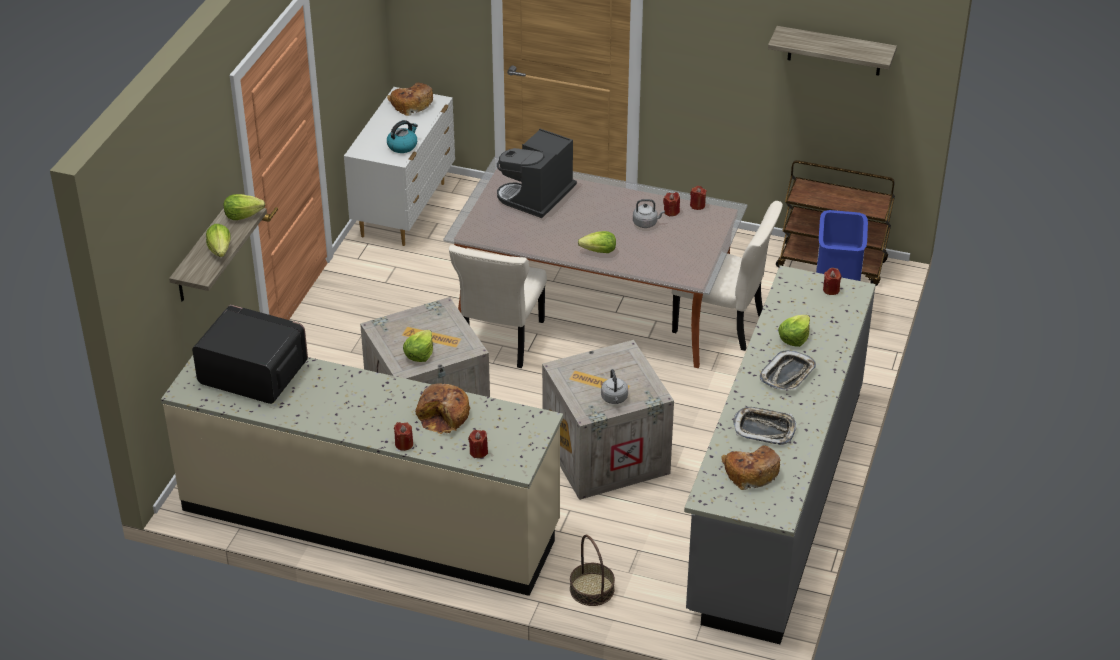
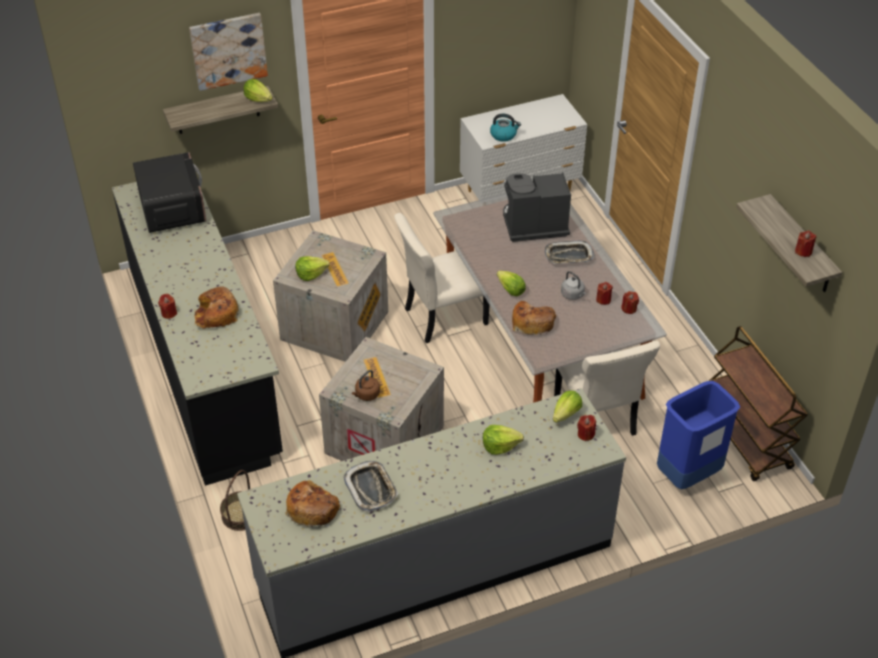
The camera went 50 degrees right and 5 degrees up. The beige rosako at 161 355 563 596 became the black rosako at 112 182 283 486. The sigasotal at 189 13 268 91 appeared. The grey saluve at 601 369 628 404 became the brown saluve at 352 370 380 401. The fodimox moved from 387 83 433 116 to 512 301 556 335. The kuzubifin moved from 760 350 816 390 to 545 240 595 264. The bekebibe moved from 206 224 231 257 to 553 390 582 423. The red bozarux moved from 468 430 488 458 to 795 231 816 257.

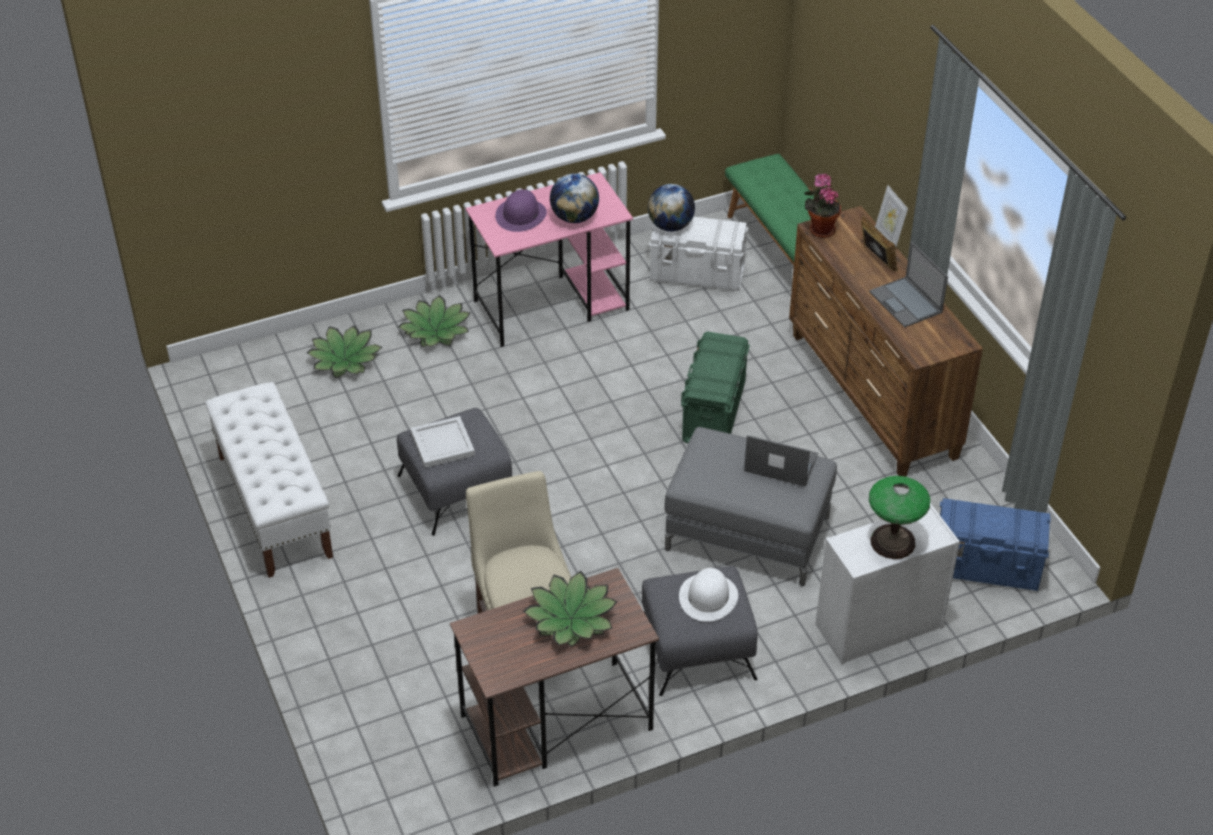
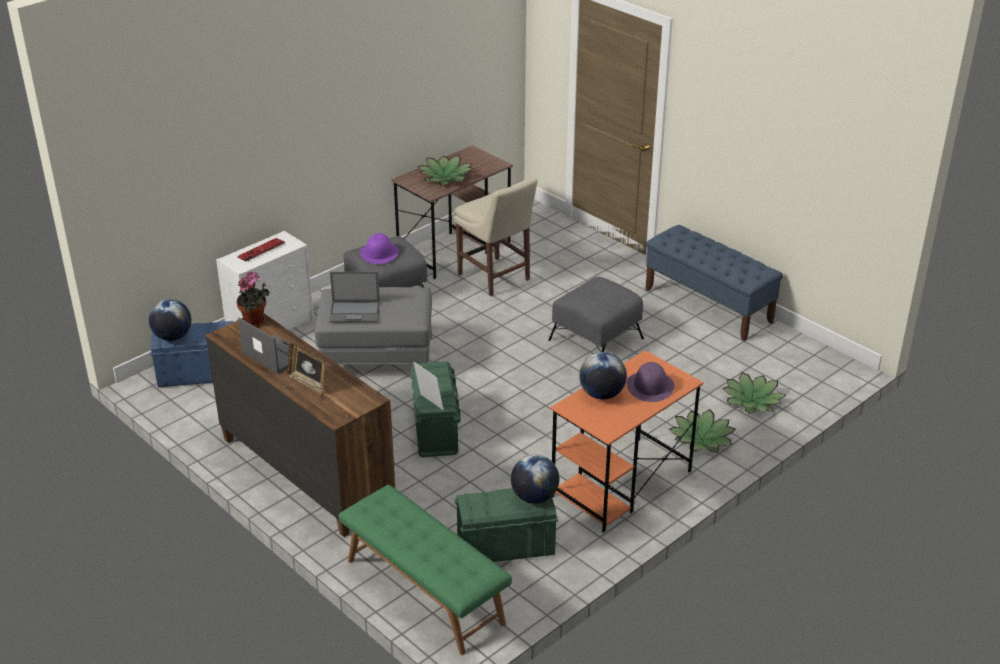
The camera went 160 degrees right and 10 degrees down. The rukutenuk at 149 299 191 341 appeared. The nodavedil at 869 476 930 559 was replaced by the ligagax at 237 238 285 261. The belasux moved from 804 174 841 238 to 237 272 270 327. The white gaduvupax at 679 568 738 622 became the purple gaduvupax at 360 233 399 264. The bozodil moved from 875 185 908 246 to 414 362 444 410. The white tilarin at 649 217 749 291 became the green tilarin at 455 488 558 562. The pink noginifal at 465 172 633 347 became the orange noginifal at 550 350 703 533. The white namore at 205 382 333 578 became the blue namore at 645 225 783 341. The white kuzubifin at 410 416 475 468 disappeared.

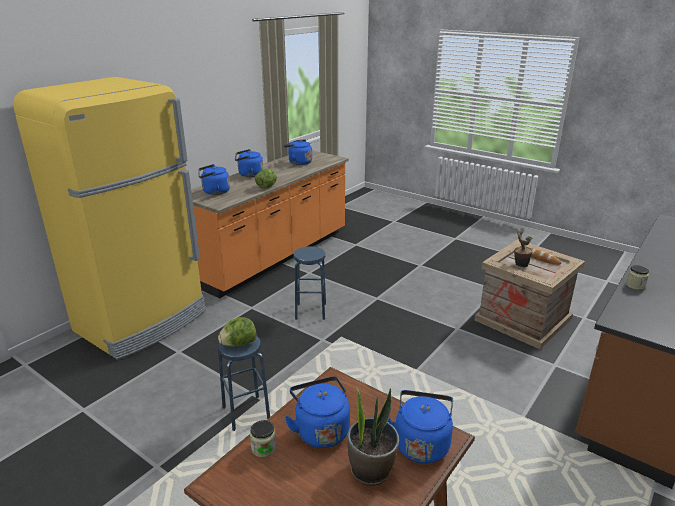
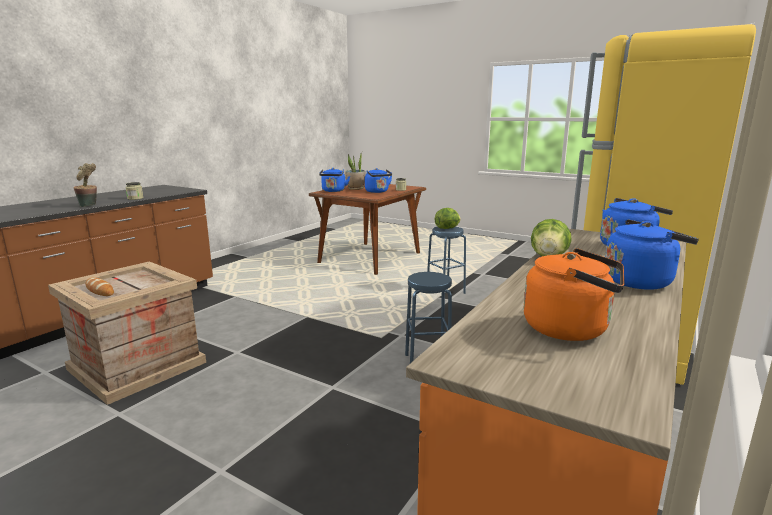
The camera went 175 degrees right and 10 degrees down. The belasux moved from 514 230 533 268 to 73 163 97 207. The blue saluve at 284 139 312 165 became the orange saluve at 523 248 624 341.

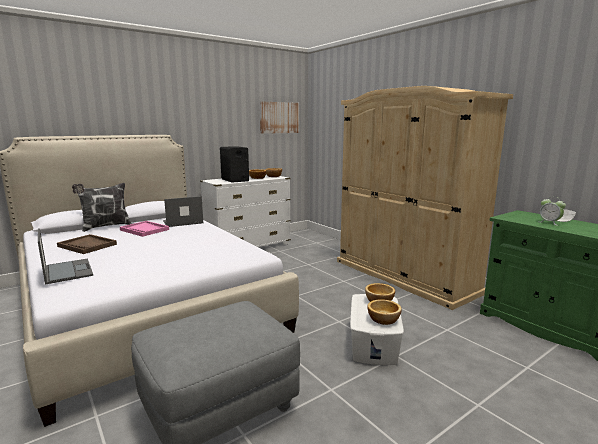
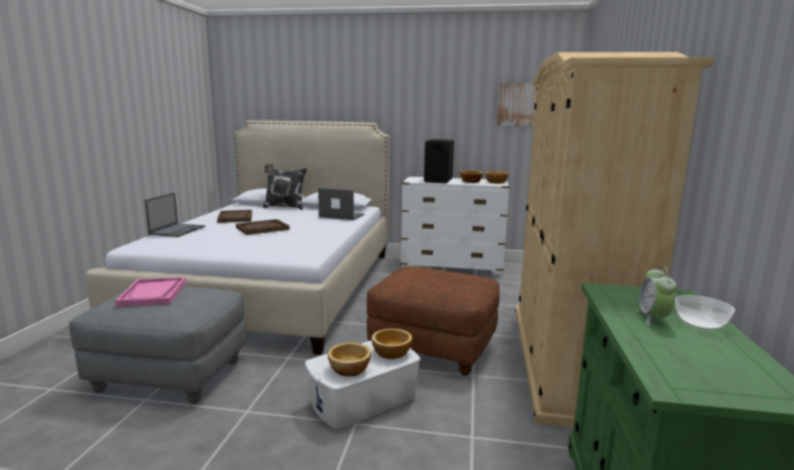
The camera went 45 degrees right and 0 degrees up. The pink kuzubifin moved from 120 221 169 237 to 115 277 186 307. The brown kuzubifin at 236 219 290 235 appeared. The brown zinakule at 367 266 500 376 appeared.

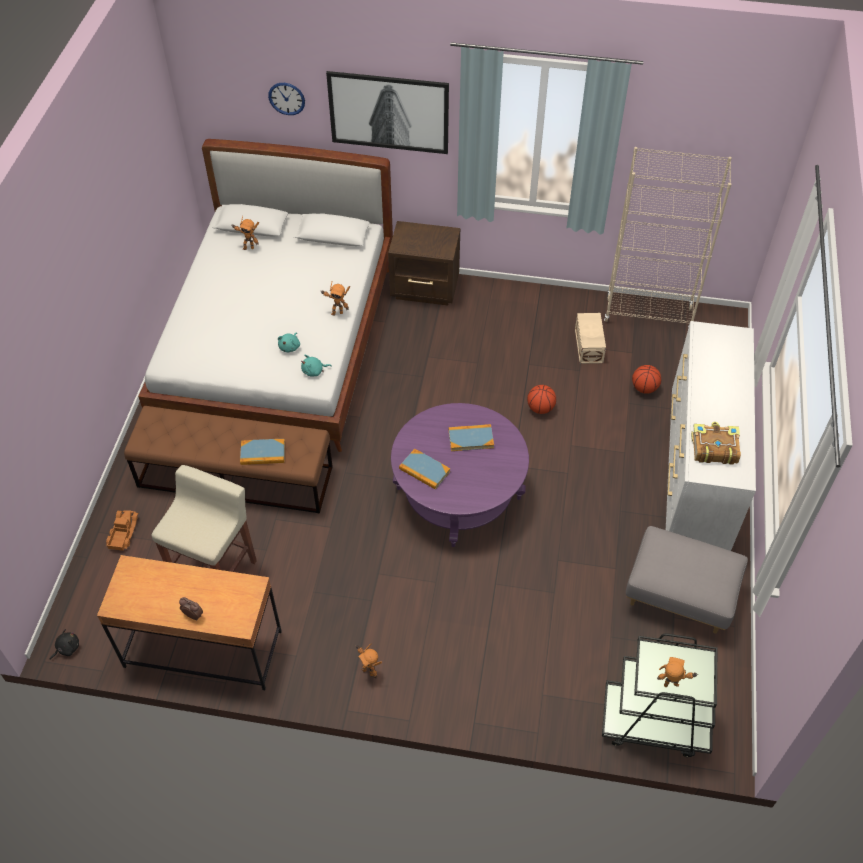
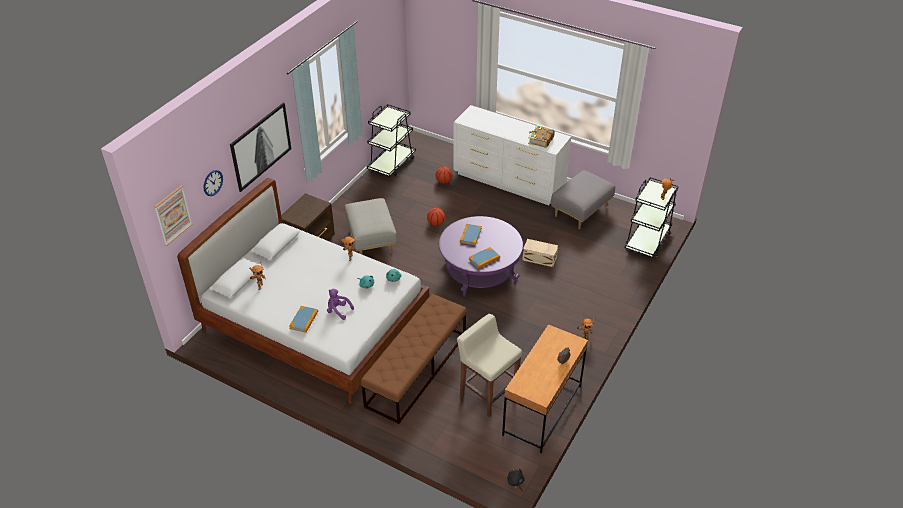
The camera went 70 degrees left and 10 degrees down. The sigasotal at 154 185 193 246 appeared. The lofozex moved from 240 439 285 465 to 289 306 318 333. The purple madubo at 327 289 354 320 appeared. The grey zinakule at 345 198 397 254 appeared. The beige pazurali at 604 147 732 328 was replaced by the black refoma at 367 104 416 177. The beige tilarin moved from 575 313 606 364 to 523 239 558 267. The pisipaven at 106 510 139 551 disappeared.

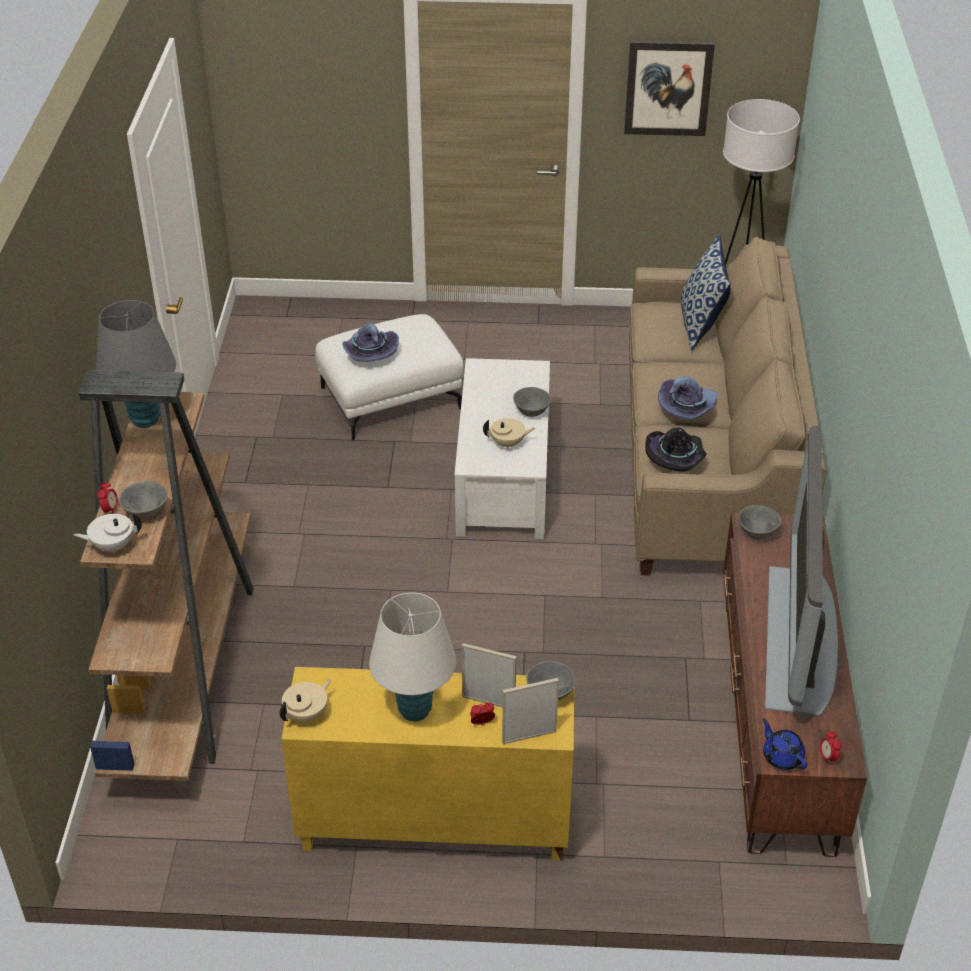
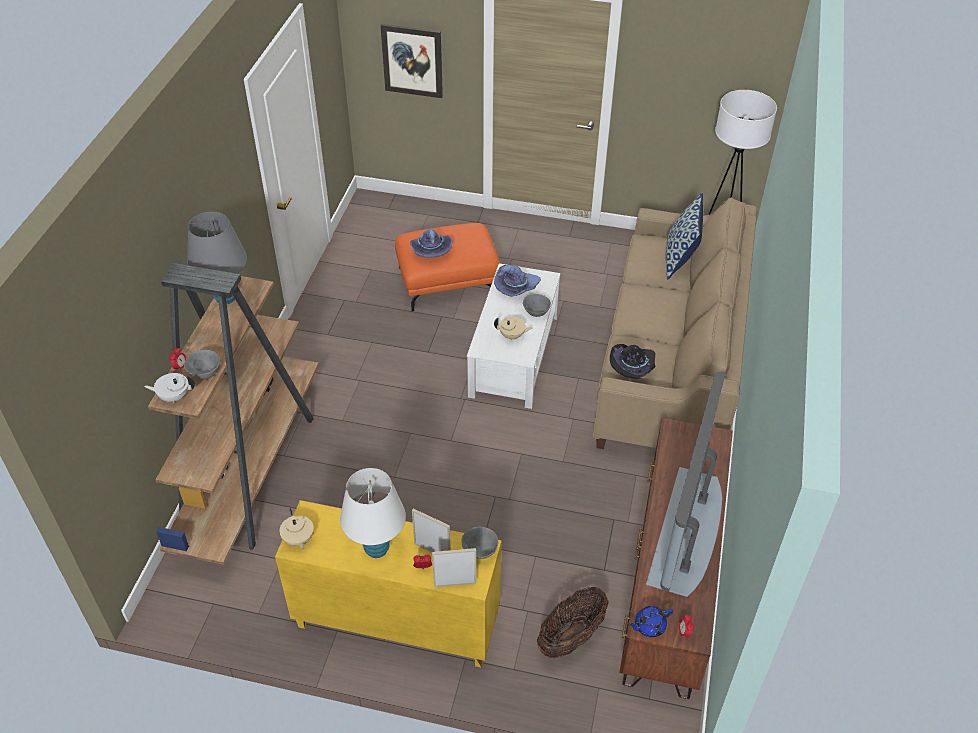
The camera went 10 degrees right and 5 degrees up. The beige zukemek at 280 679 331 722 turned 105 degrees clockwise. The sigasotal moved from 624 41 715 136 to 381 24 443 98. The white zinakule at 315 314 464 440 became the orange zinakule at 395 223 499 312. The purple gaduvupax moved from 658 377 717 420 to 494 265 541 297. The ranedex at 537 587 609 658 appeared. The blue zukemek at 762 718 807 770 turned 90 degrees counterclockwise. The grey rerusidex at 738 505 781 540 disappeared.

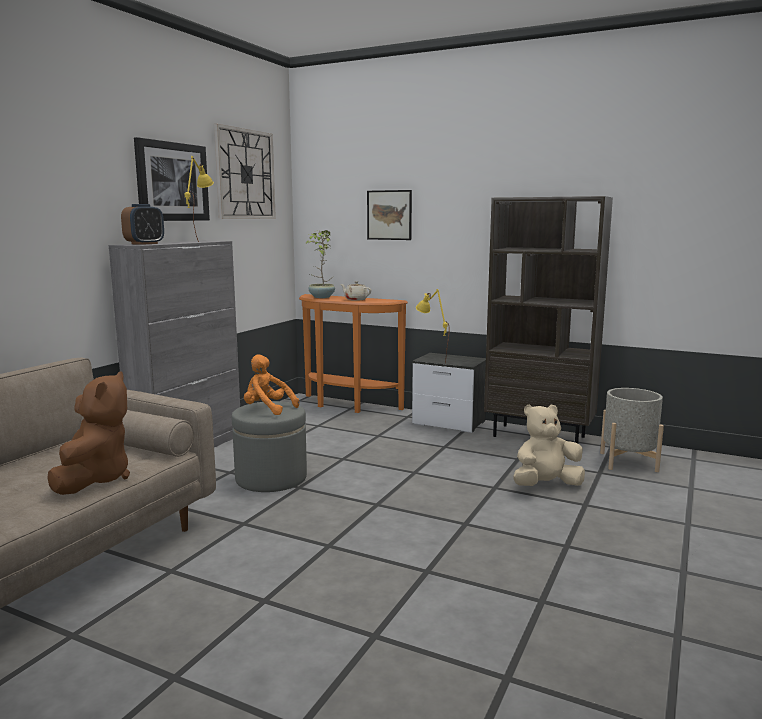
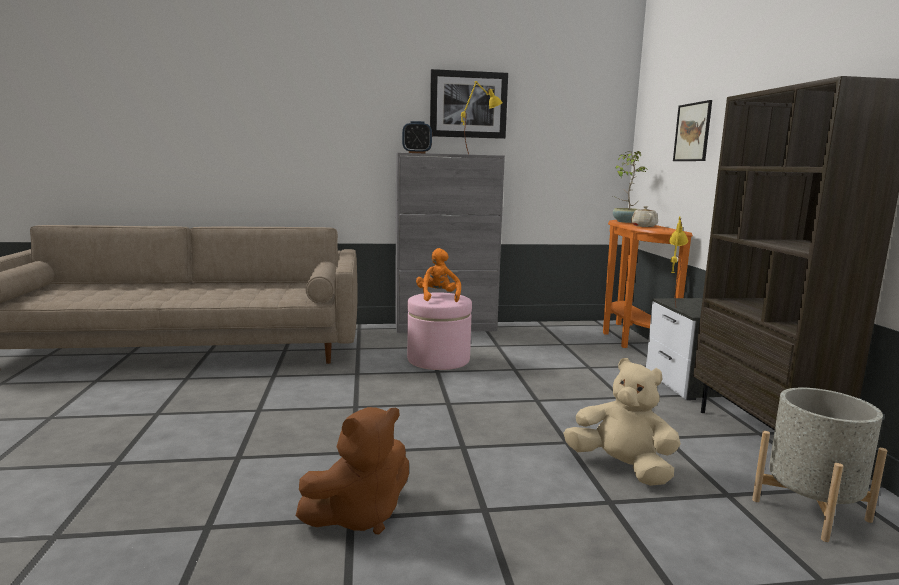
The camera went 55 degrees right and 0 degrees up. The brown madubo moved from 47 372 130 495 to 296 407 409 534. The grey zinakule at 232 401 307 492 became the pink zinakule at 407 292 472 370. The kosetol at 214 124 276 219 disappeared.

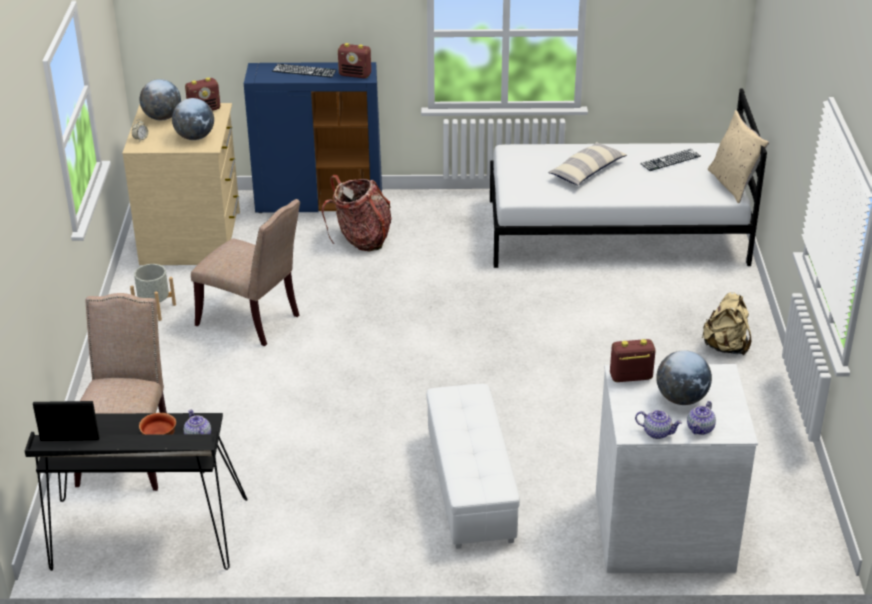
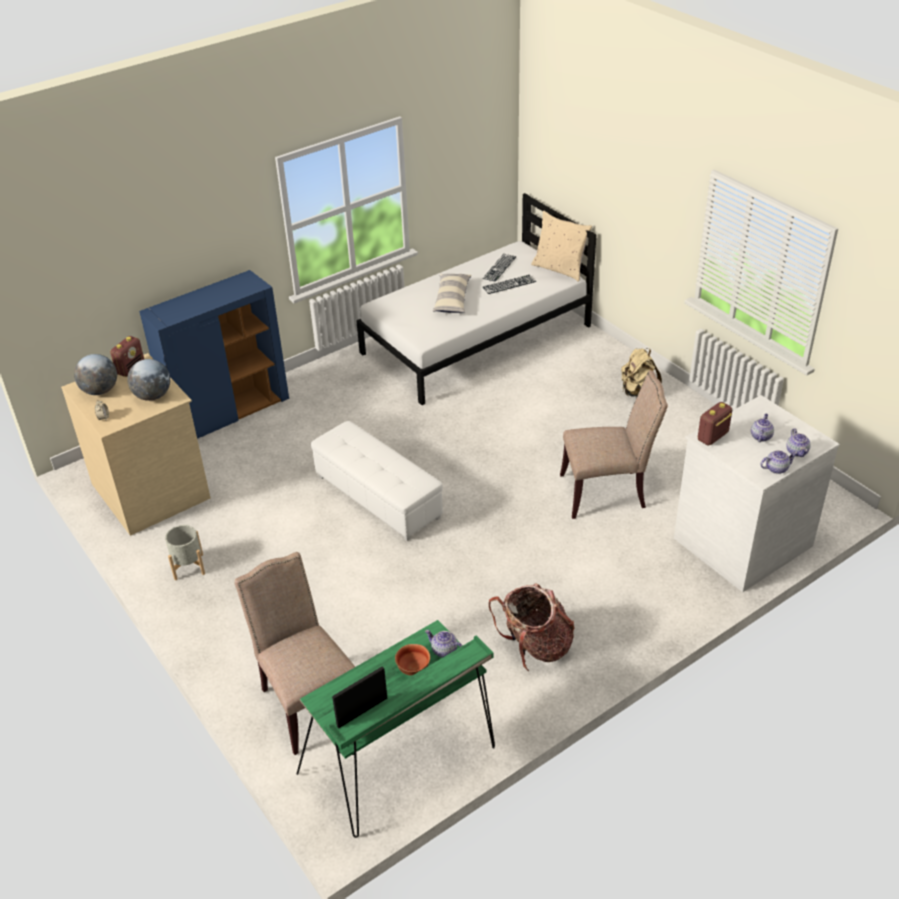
The camera went 35 degrees left and 5 degrees up. The black noginifal at 25 413 248 571 became the green noginifal at 297 620 495 838. The white zinakule moved from 426 384 520 549 to 311 421 443 541. The ligagax moved from 272 64 337 78 to 483 275 536 294. The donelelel moved from 322 175 392 251 to 489 583 575 672. The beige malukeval moved from 191 199 300 346 to 560 370 668 519. The rukutenuk at 656 350 712 405 was replaced by the zukemek at 751 414 774 442. The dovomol at 338 43 371 78 disappeared.

